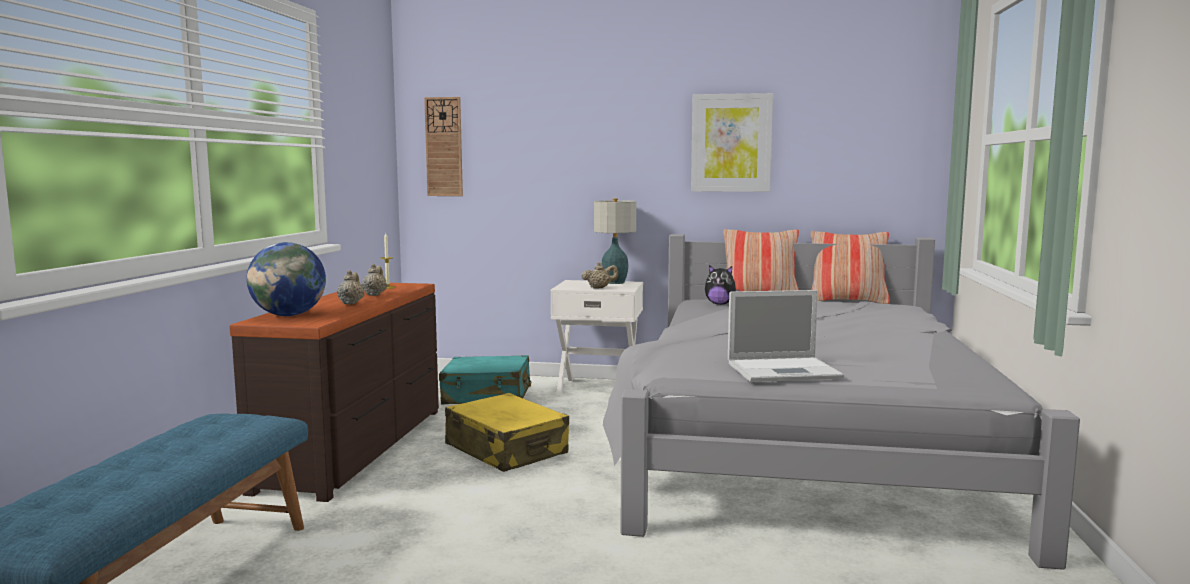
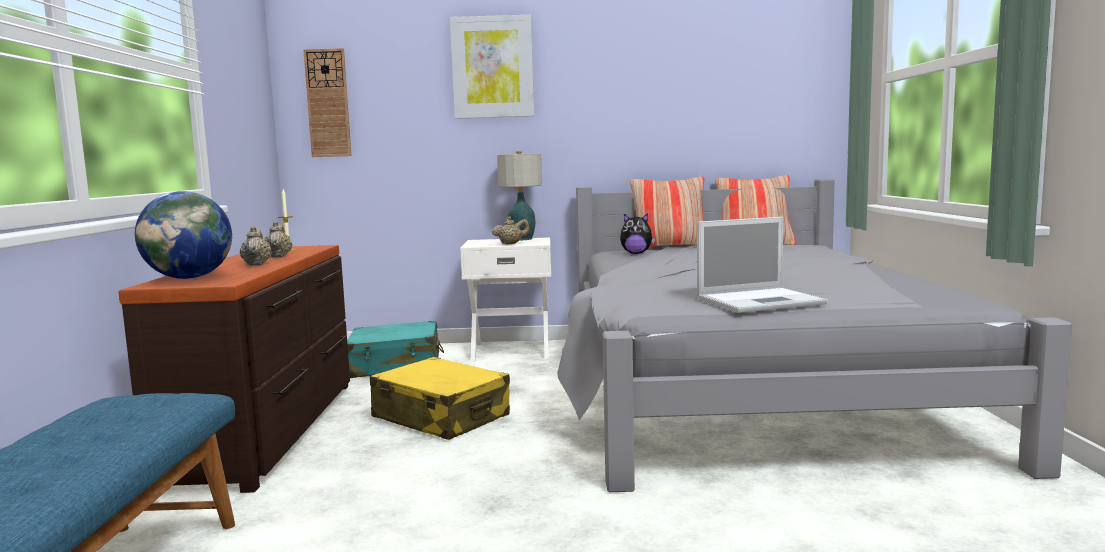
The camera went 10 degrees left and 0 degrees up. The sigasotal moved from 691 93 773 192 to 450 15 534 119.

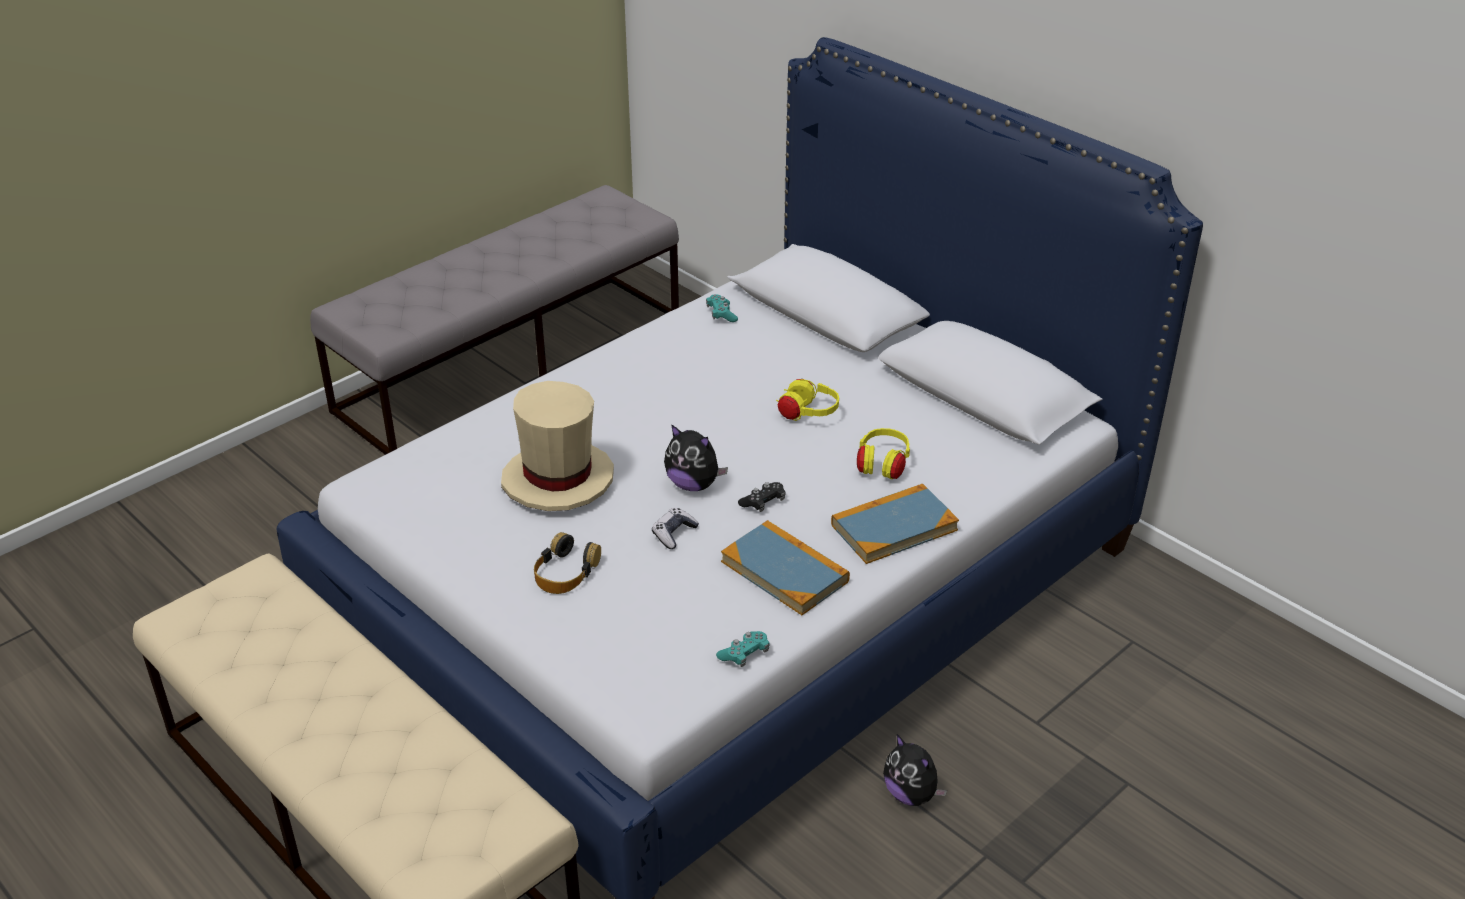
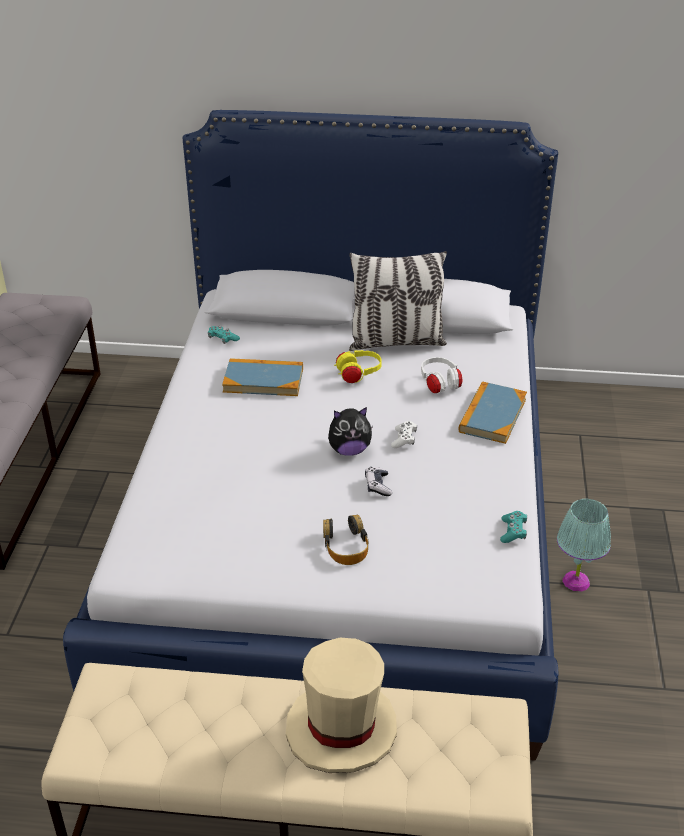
The camera went 40 degrees left and 0 degrees up. The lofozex moved from 721 520 850 615 to 222 358 303 396. The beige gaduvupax moved from 501 381 614 511 to 286 638 397 773. The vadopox at 349 251 447 351 appeared. The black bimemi at 738 482 785 512 became the white bimemi at 391 421 417 448. The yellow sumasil at 857 428 910 479 became the white sumasil at 421 357 462 394. The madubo at 883 734 947 806 was replaced by the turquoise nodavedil at 557 499 611 592.

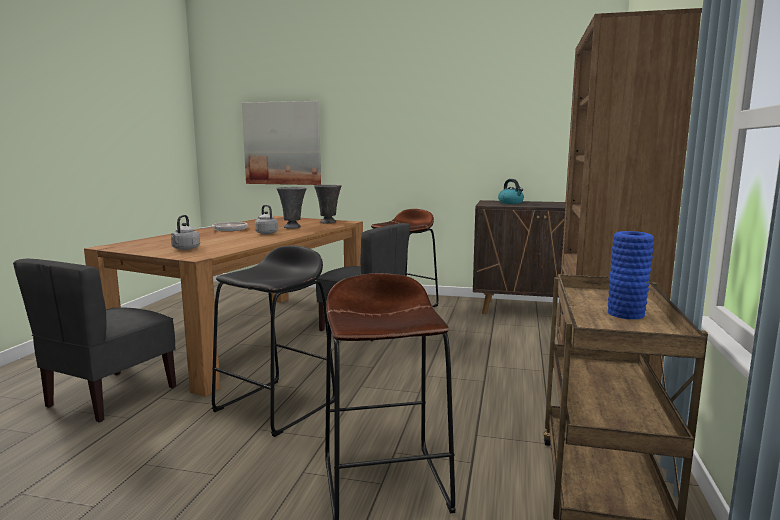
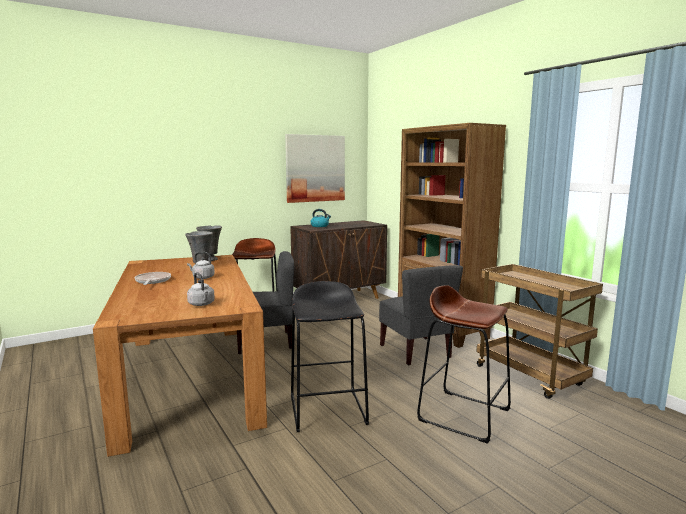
The camera went 45 degrees left and 0 degrees up. The sigasotal moved from 242 101 321 185 to 285 134 345 203. The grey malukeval moved from 13 259 176 423 to 379 265 463 365. The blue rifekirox at 608 231 654 319 disappeared.

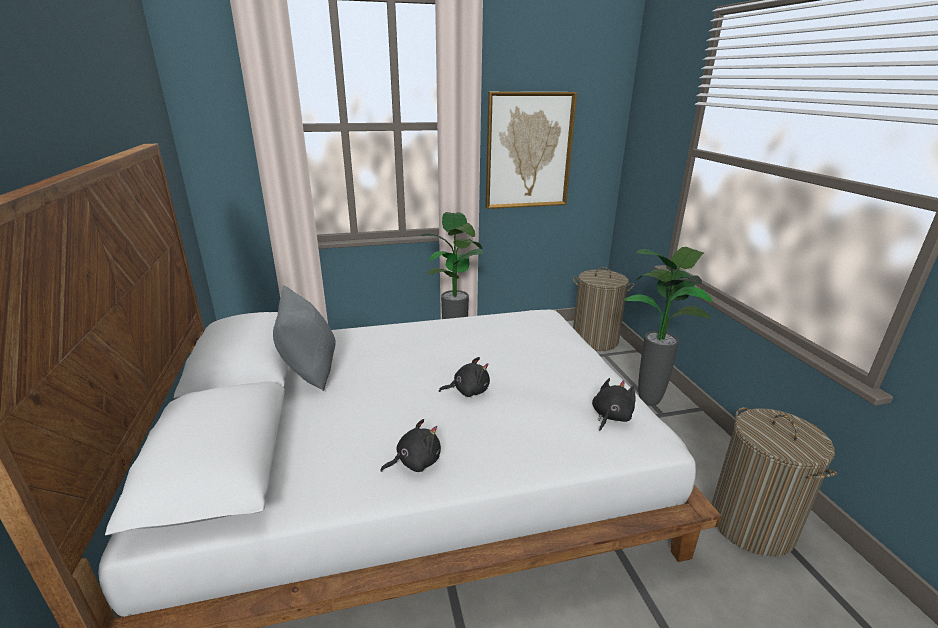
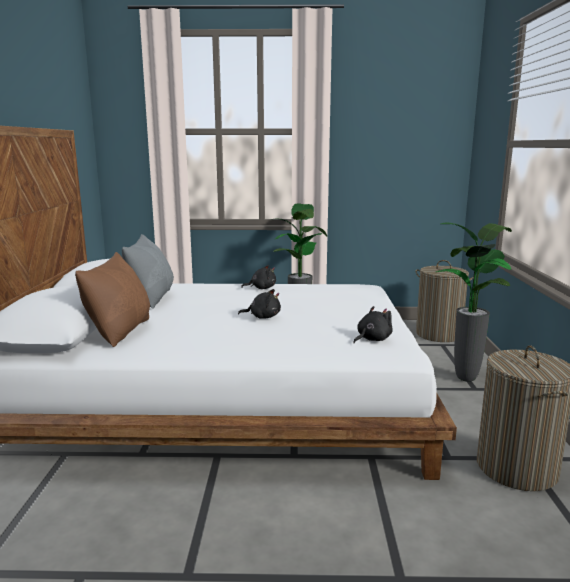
The camera went 15 degrees right and 10 degrees down. The brown vadopox at 75 252 150 347 appeared. The black madubo moved from 380 419 441 472 to 241 265 276 289. The sigasotal at 486 92 577 209 disappeared.

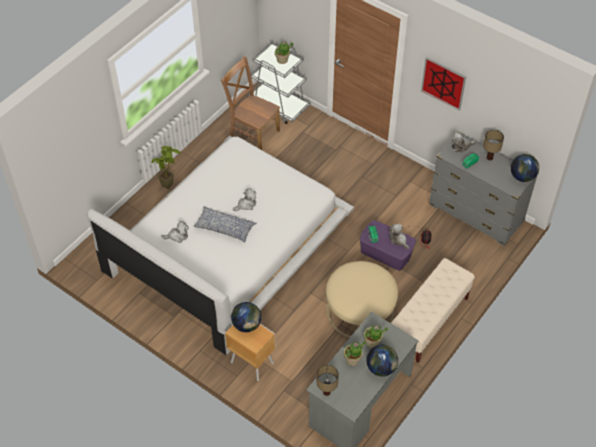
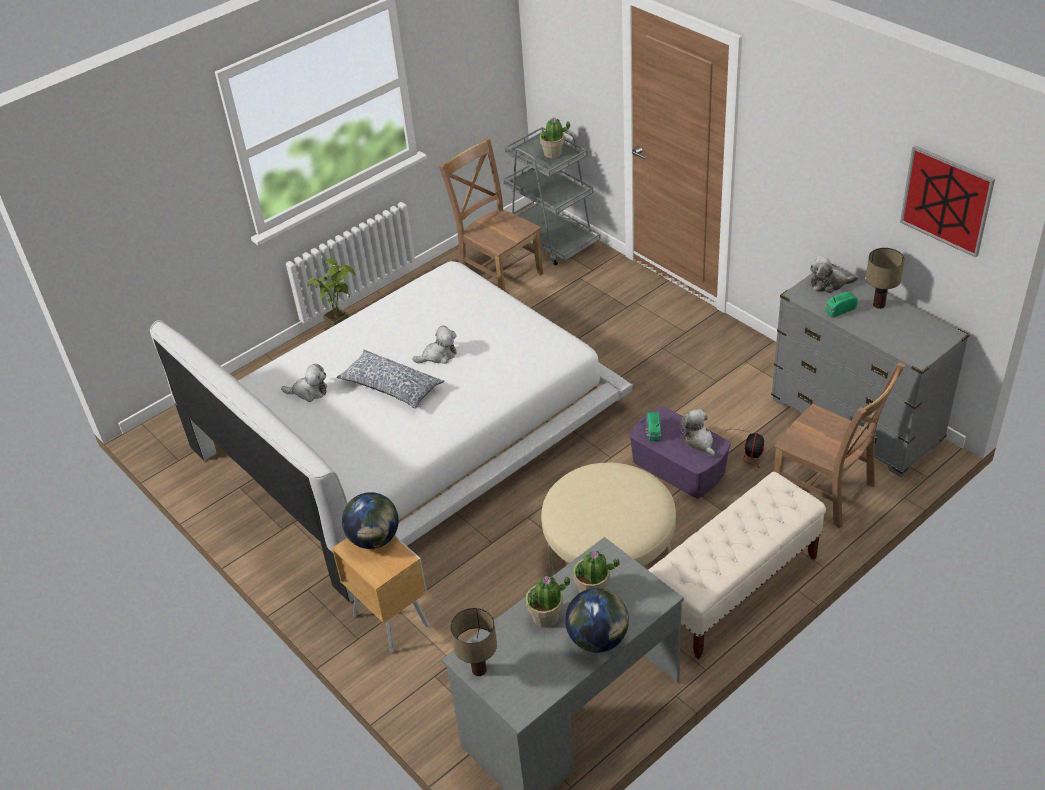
The camera went 15 degrees right and 10 degrees down. The brown malukeval at 774 363 905 528 appeared. The sigasotal moved from 421 57 466 110 to 900 145 995 258. The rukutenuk at 511 154 539 182 disappeared.

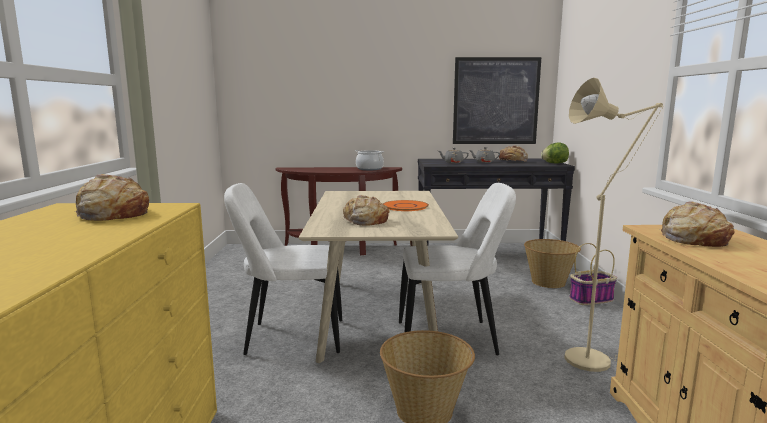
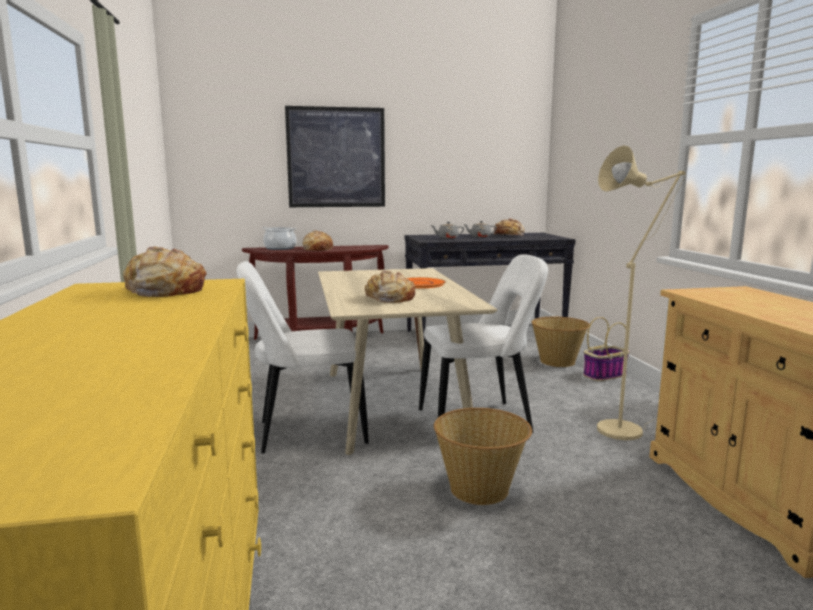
The camera went 10 degrees left and 0 degrees up. The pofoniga moved from 356 150 384 170 to 263 227 296 250. The sigasotal moved from 453 57 541 144 to 285 106 385 207. The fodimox moved from 659 201 734 247 to 302 230 333 251. The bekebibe at 541 142 569 163 disappeared.

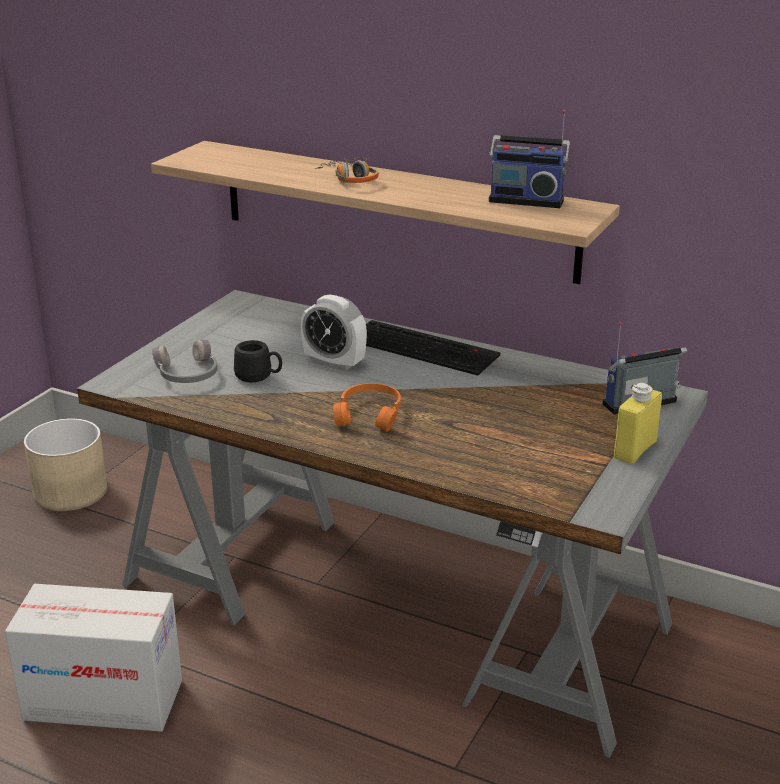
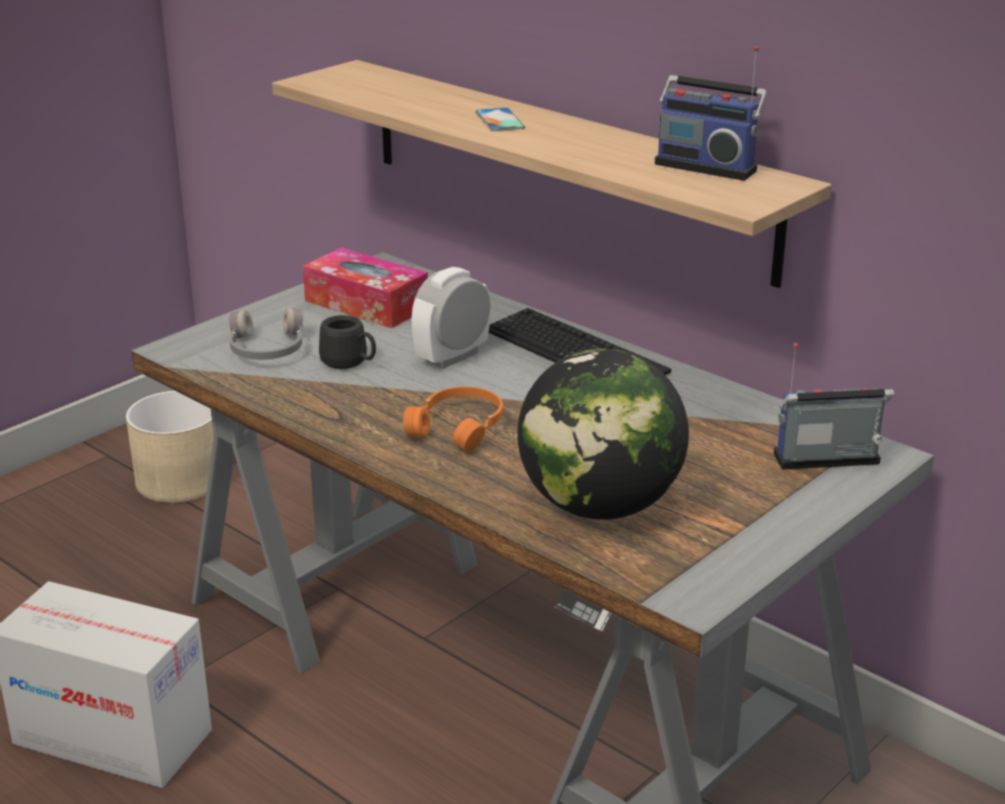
The camera went 15 degrees right and 0 degrees up. The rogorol at 303 248 428 328 appeared. The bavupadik at 301 294 367 371 turned 90 degrees clockwise. The sumasil at 315 157 379 183 was replaced by the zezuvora at 475 108 525 131. The rukutenuk at 517 349 689 520 appeared. The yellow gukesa at 614 383 662 464 disappeared.

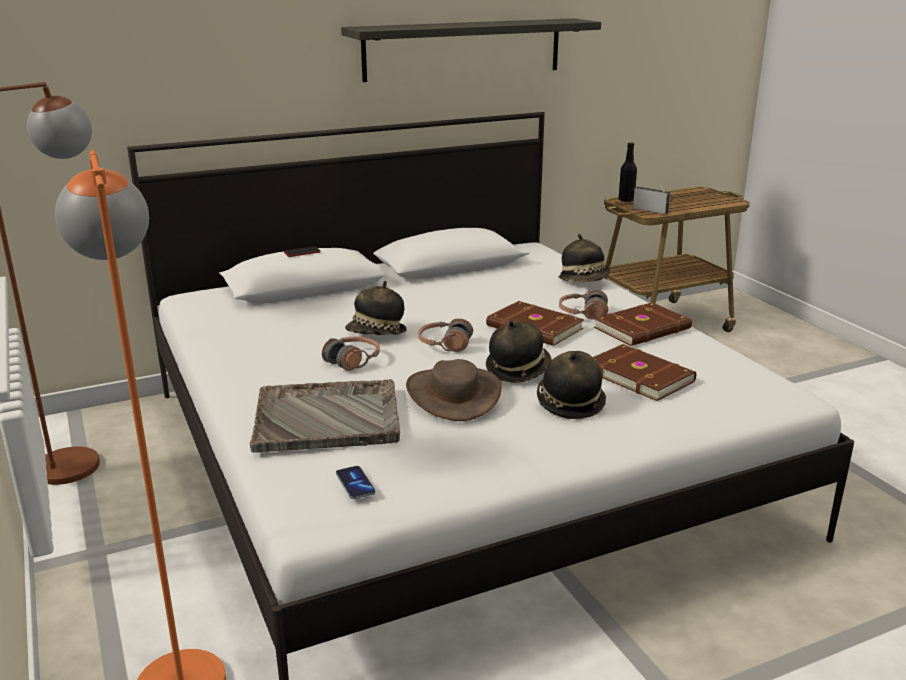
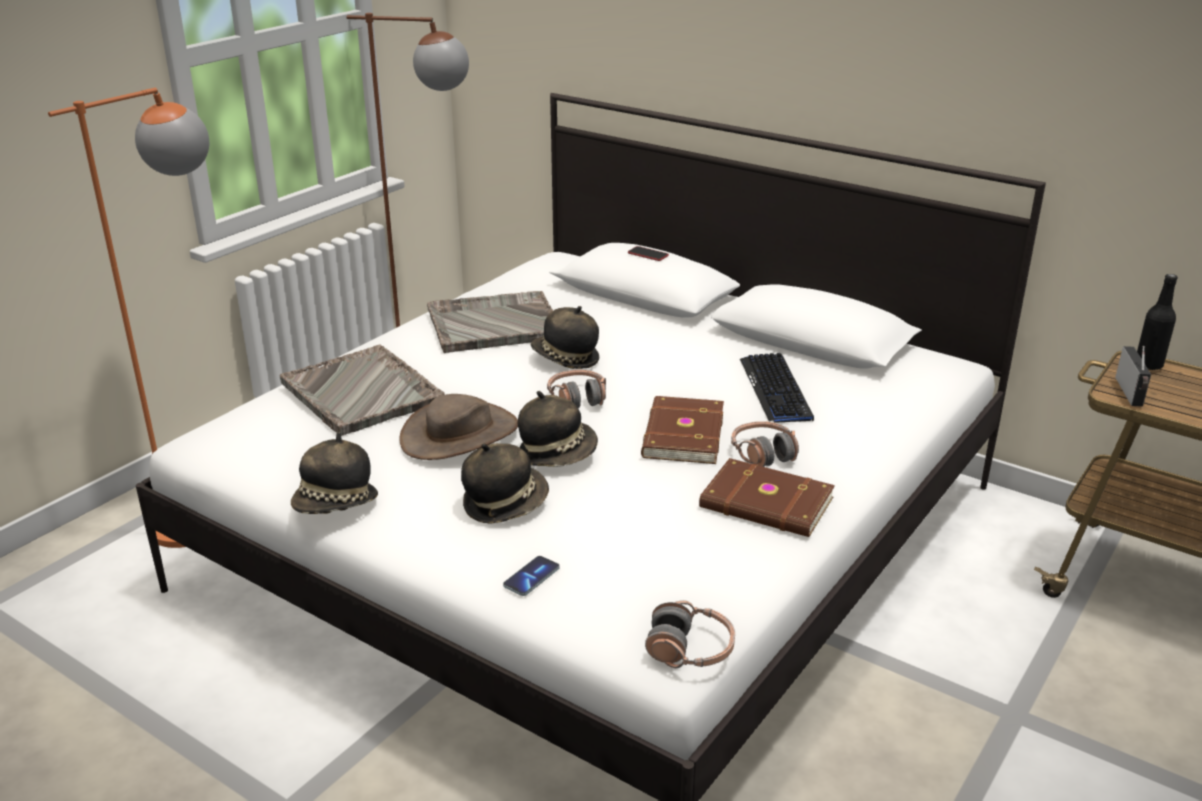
The camera went 60 degrees right and 5 degrees up. The gaduvupax moved from 559 234 611 282 to 291 432 378 514. The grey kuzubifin at 427 291 553 353 appeared. The zezuvora moved from 336 466 375 499 to 503 556 560 596. The sumasil moved from 322 337 380 371 to 645 600 735 668. The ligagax at 740 353 814 423 appeared. The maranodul at 341 18 601 82 disappeared. The brown lofozex at 593 344 696 401 disappeared.

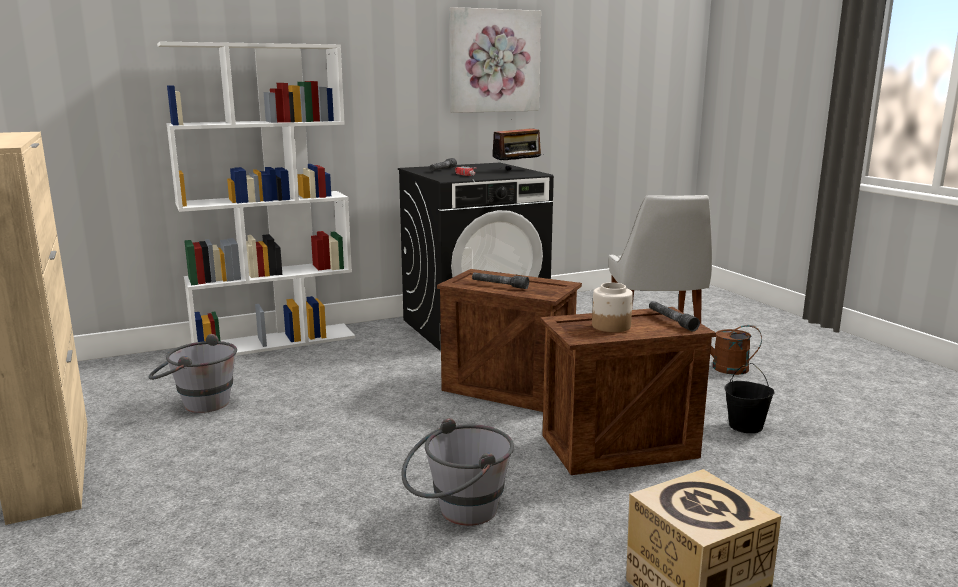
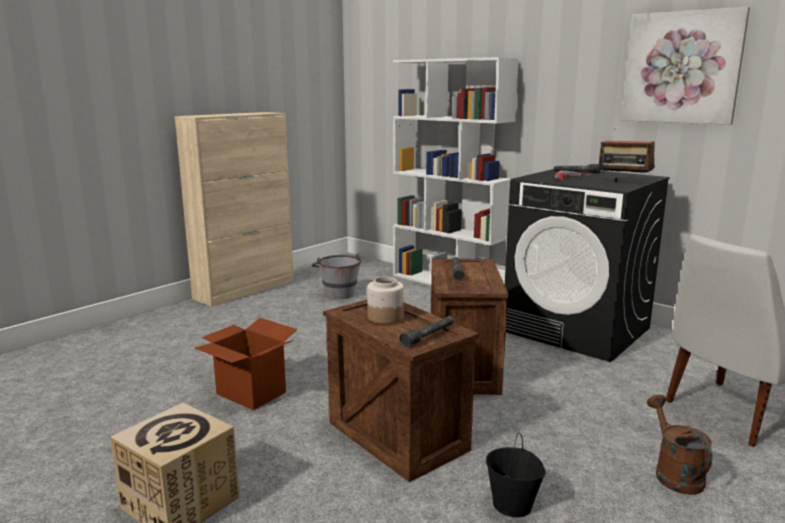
The camera went 65 degrees right and 0 degrees up. The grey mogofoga at 401 418 514 526 was replaced by the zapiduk at 195 318 297 410.

